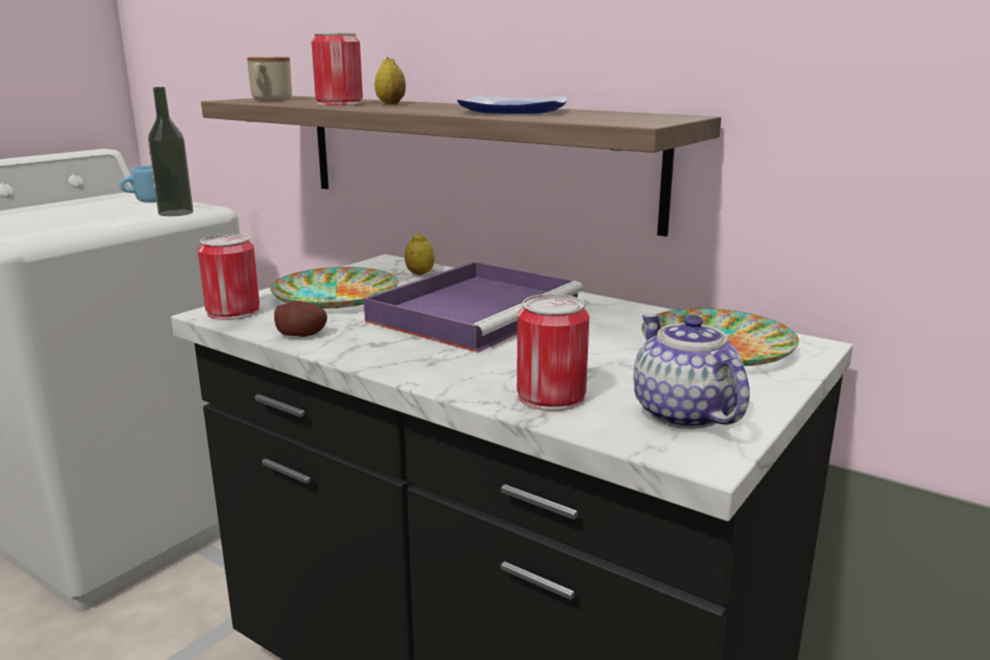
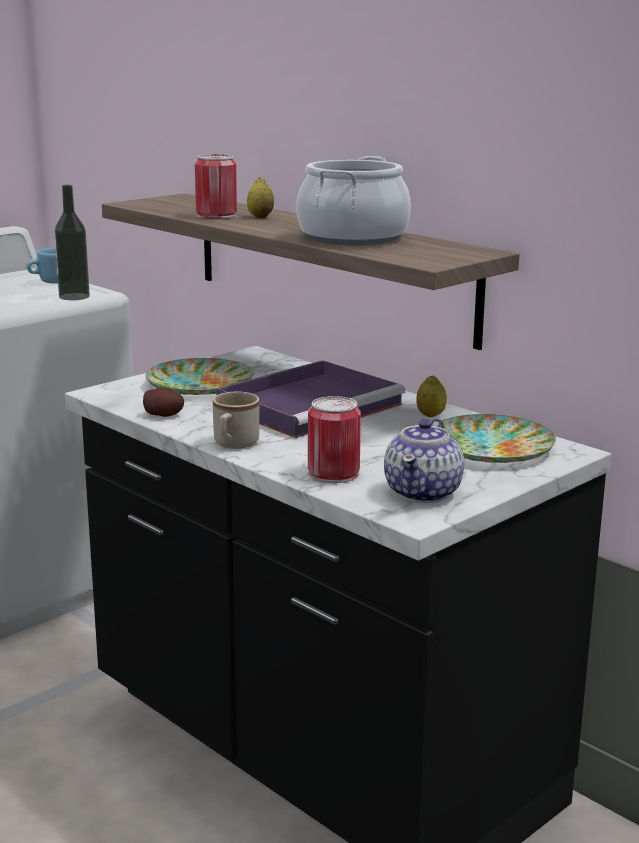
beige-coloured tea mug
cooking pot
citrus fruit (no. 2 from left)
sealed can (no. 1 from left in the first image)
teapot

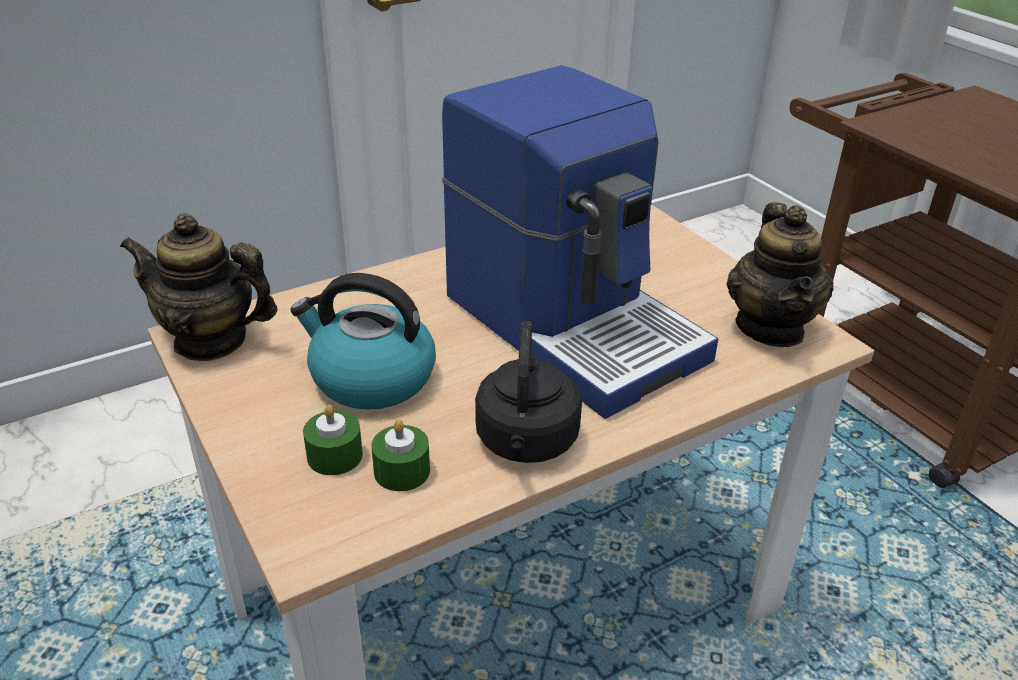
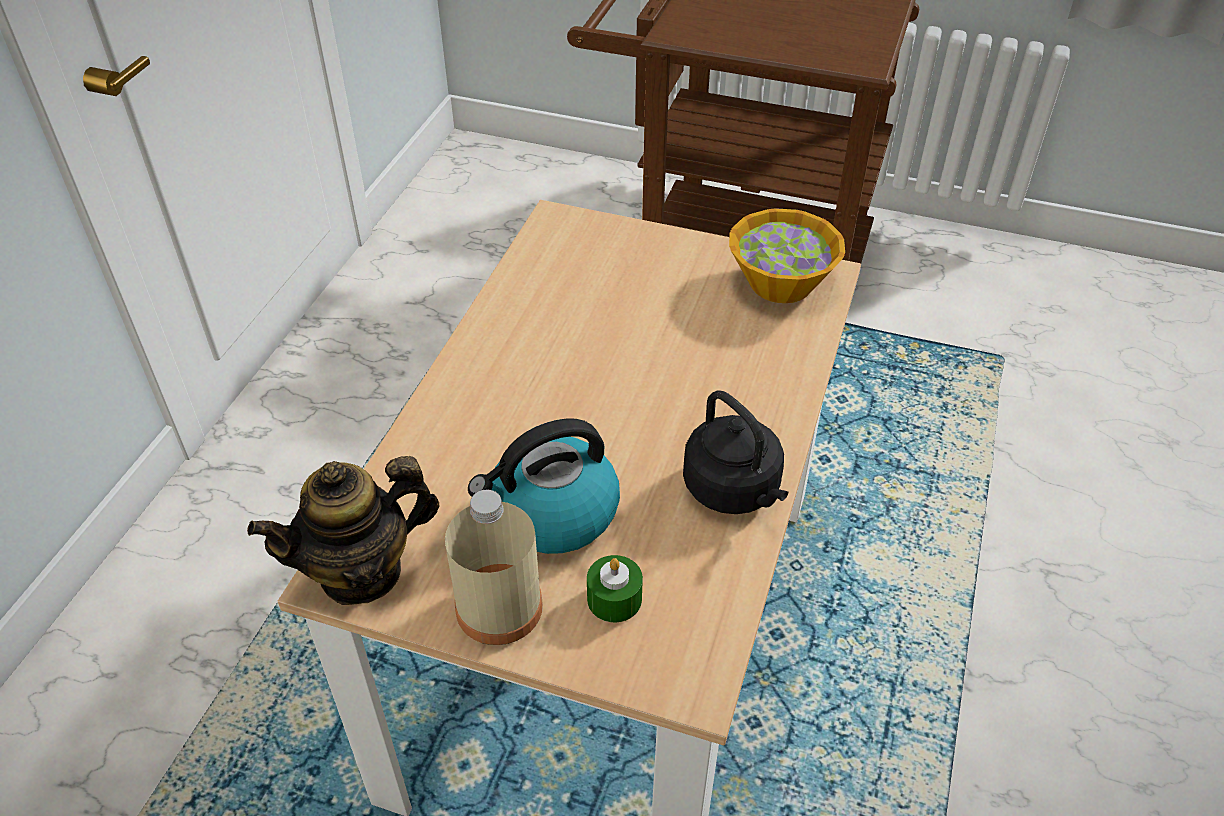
coffee brewer
serving bowl
green wax candle (no. 2 from left in the first image)
beige-coloured beverage bottle

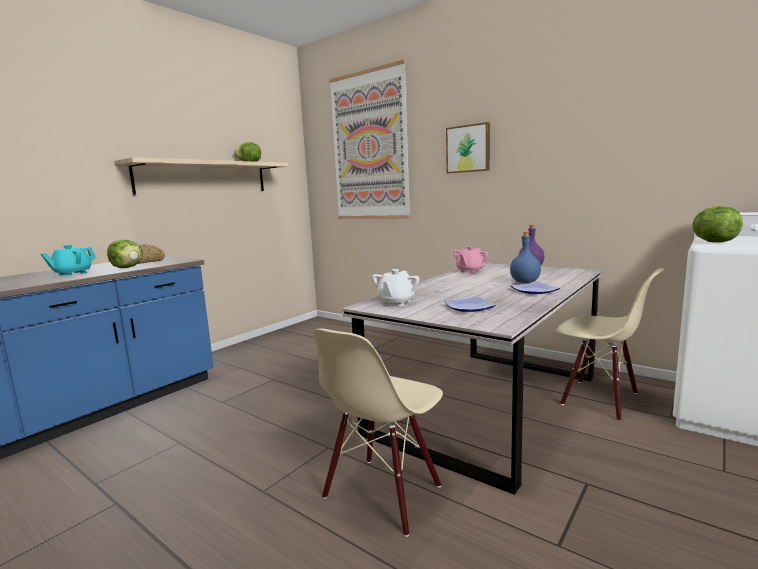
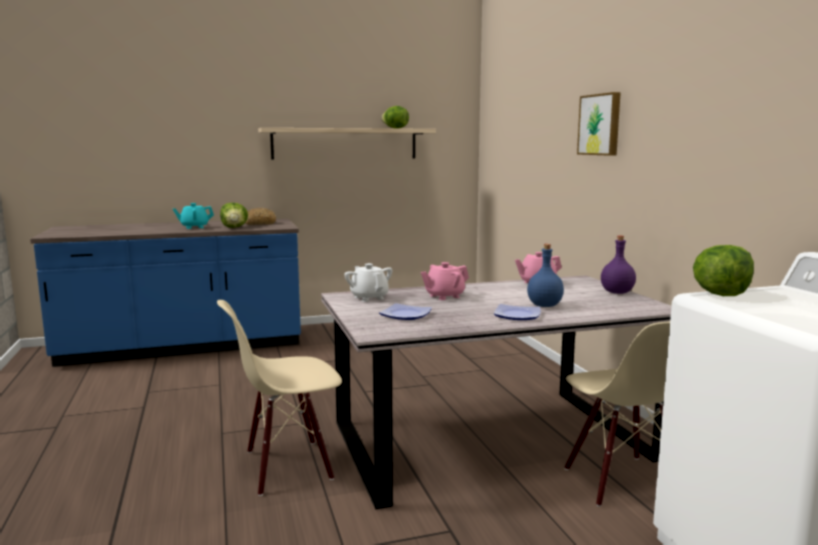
picture (no. 1 from left in the first image)
white-coloured teapot
pink-coloured teapot (no. 1 from left)

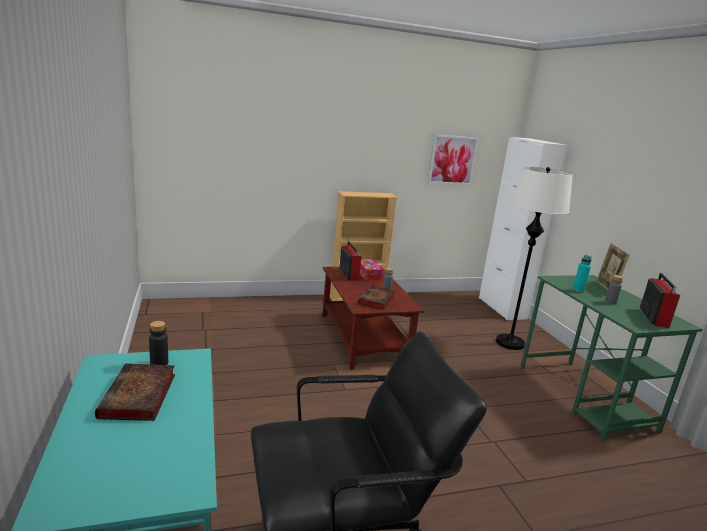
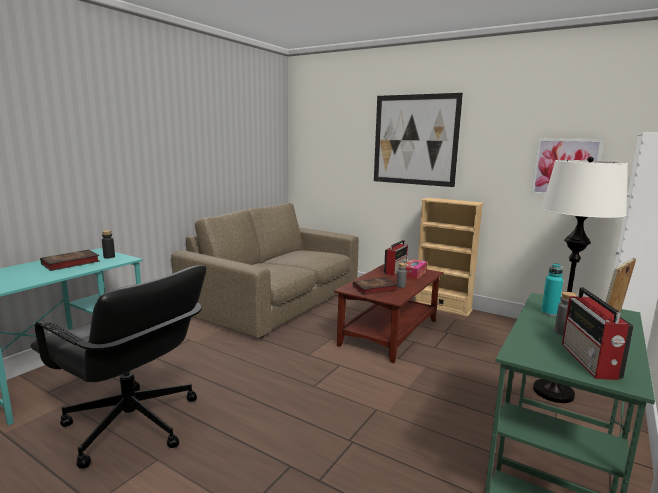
radio receiver (no. 2 from left)
picture (no. 1 from left)
brown-coloured sofa

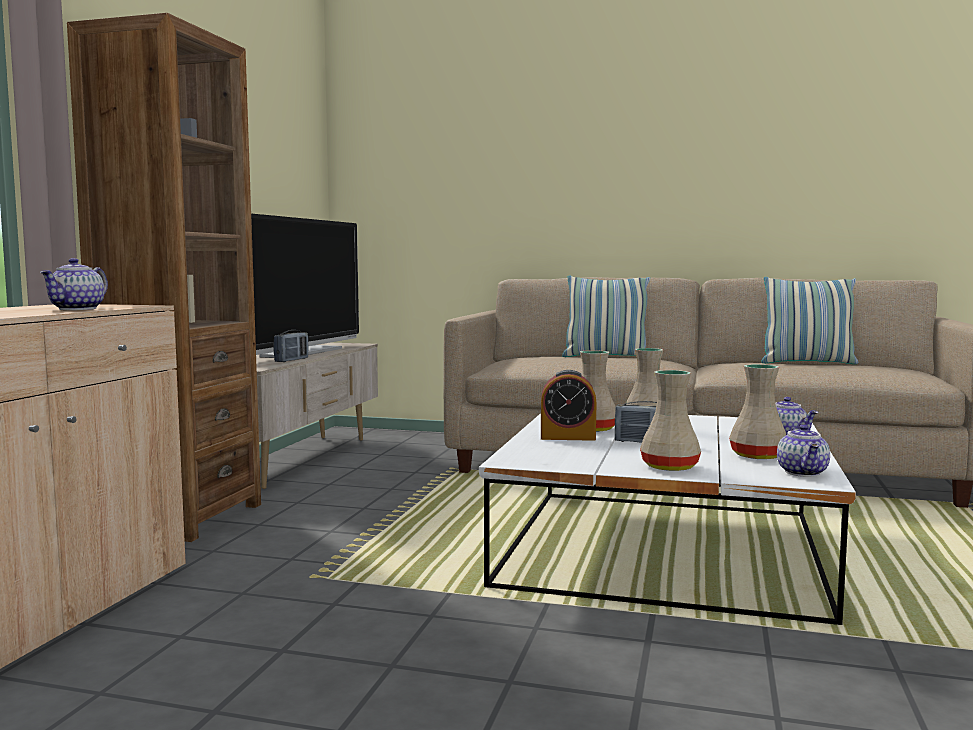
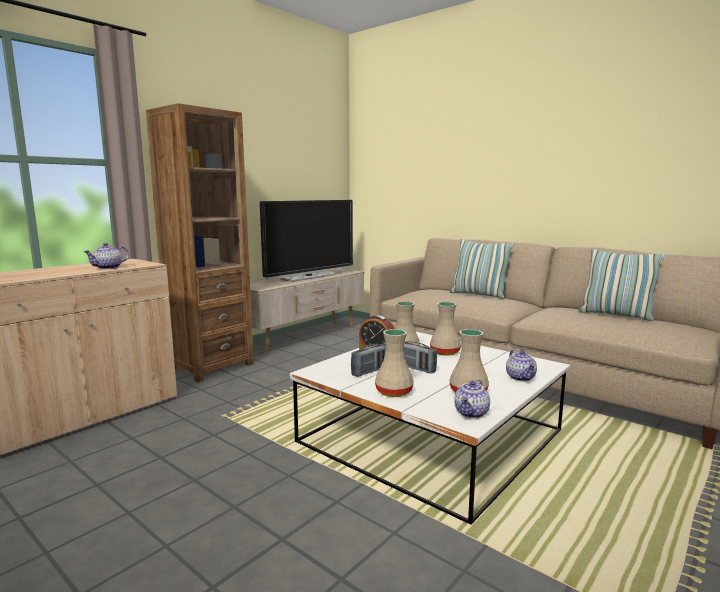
radio receiver (no. 1 from left)

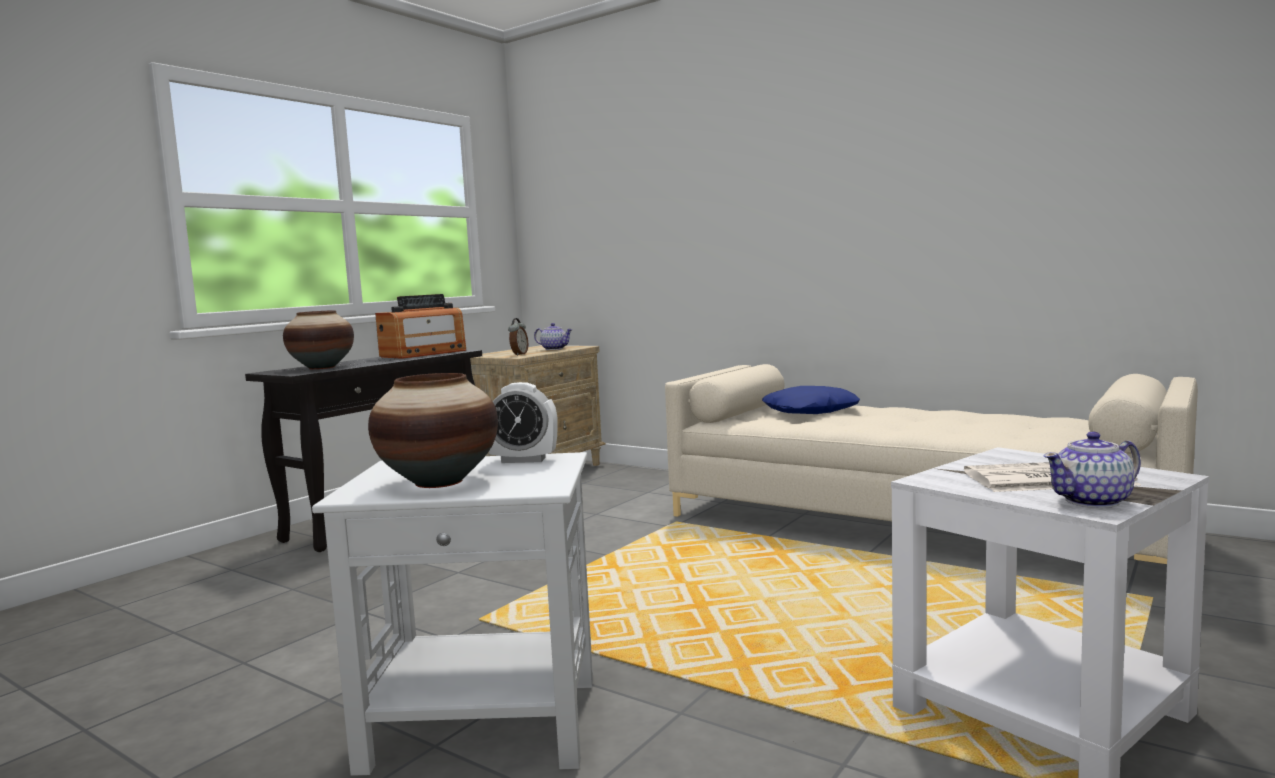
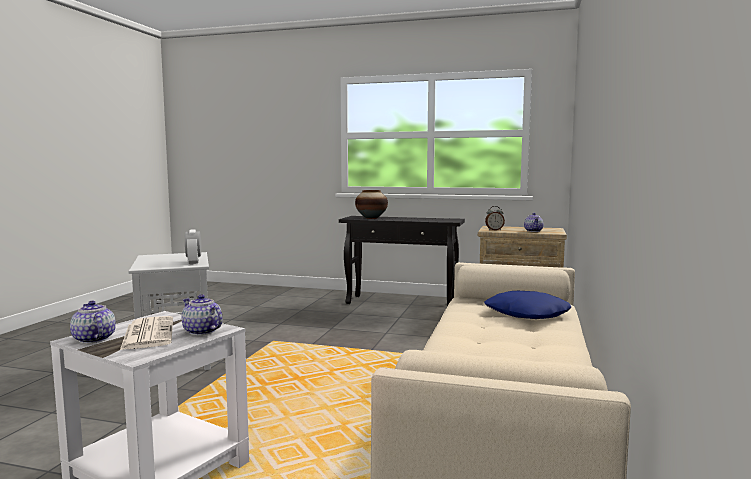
radio receiver
flower vase (no. 2 from left in the first image)
teapot (no. 2 from left)

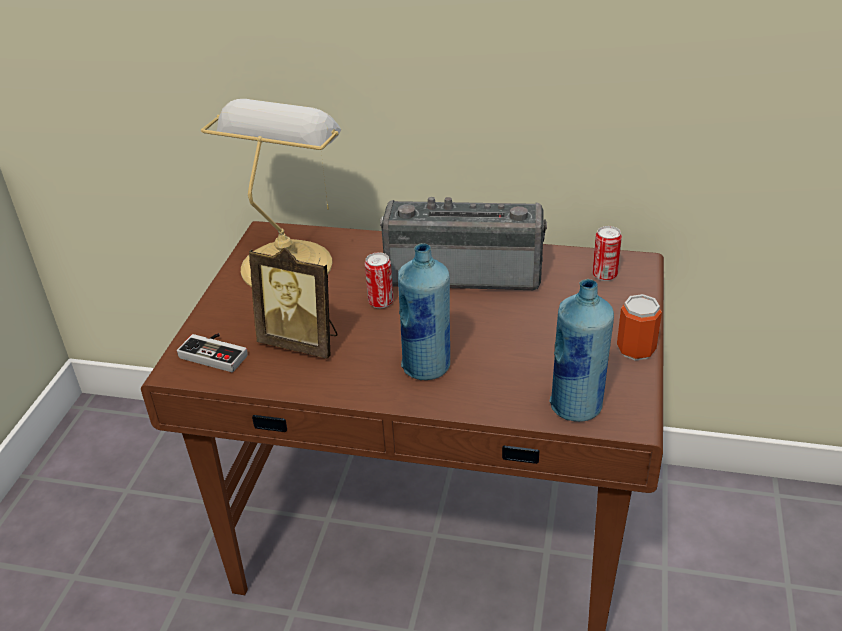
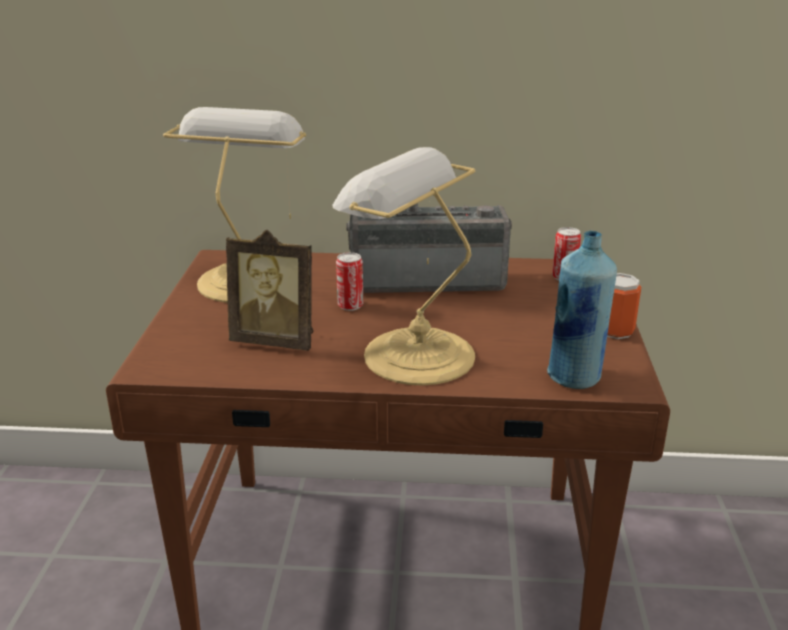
lamp for a table (no. 2 from left)
joypad

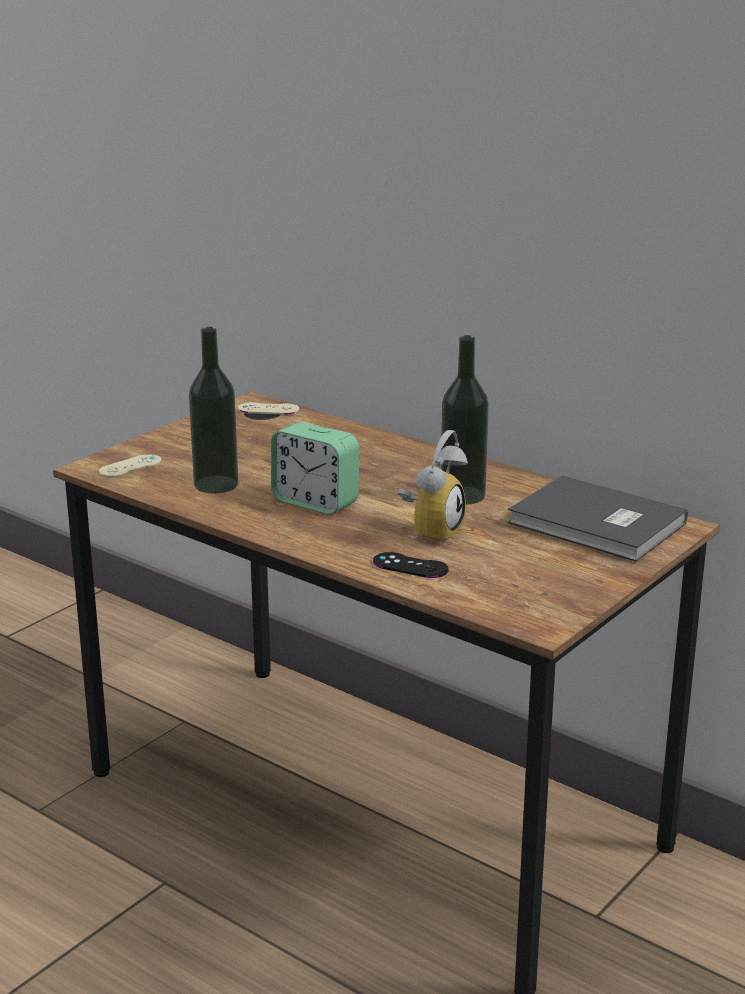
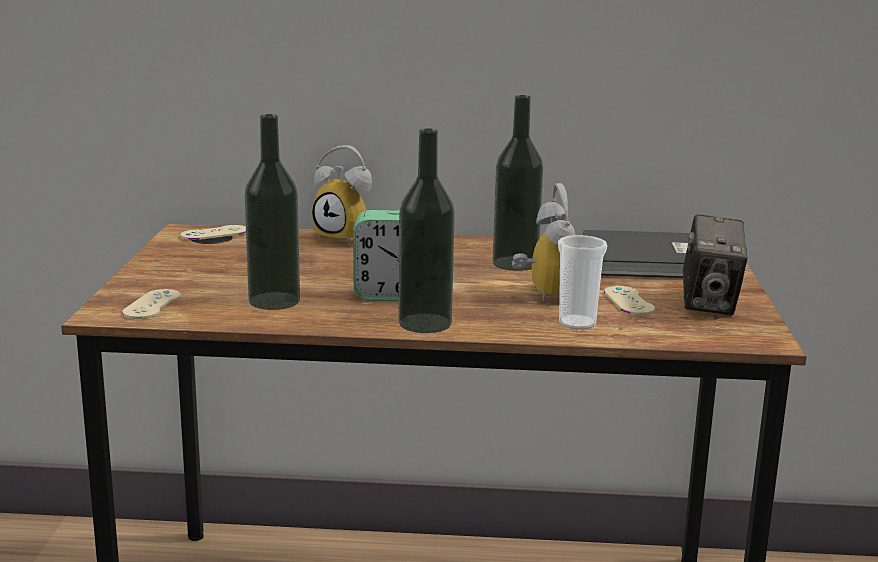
small cup
beverage bottle (no. 2 from left)
bedside clock (no. 1 from left)
still camera
beige-coloured joypad (no. 3 from left)

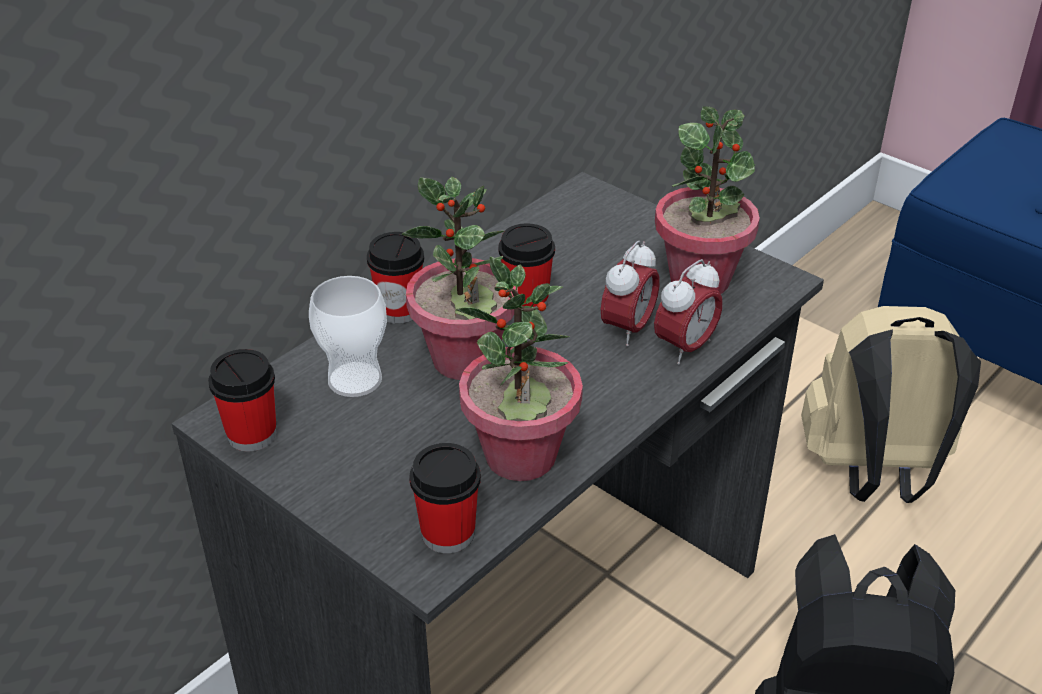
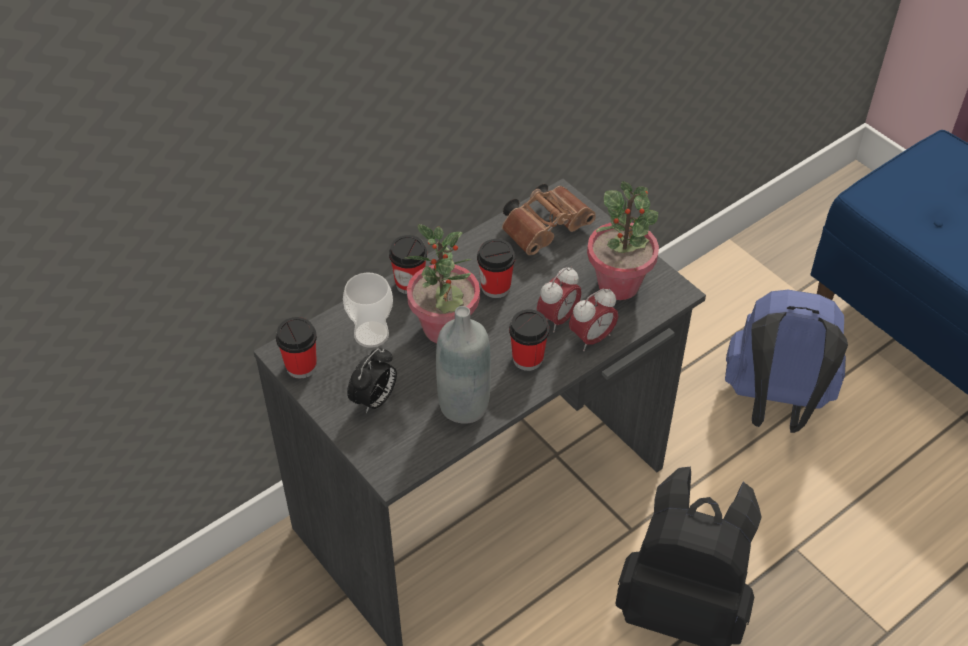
gray beverage bottle
blue-coloured rucksack
small cup (no. 5 from left)
brown-coloured binoculars
bedside clock (no. 1 from left)

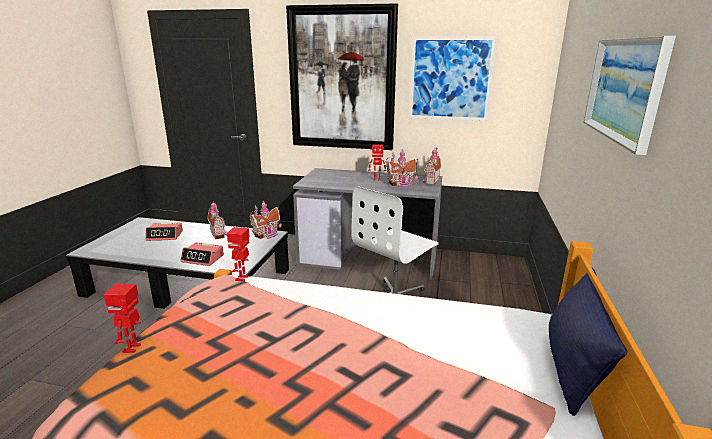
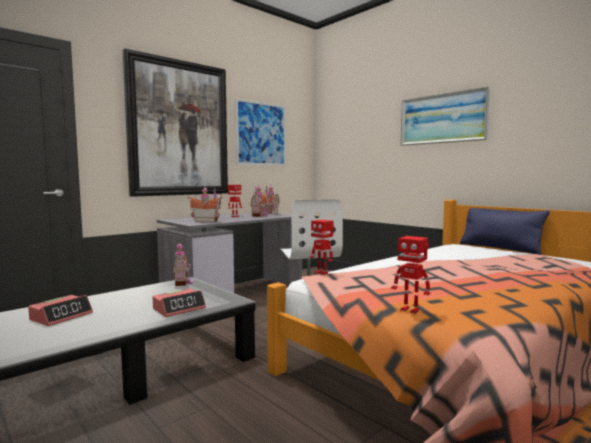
toy house (no. 2 from left)

